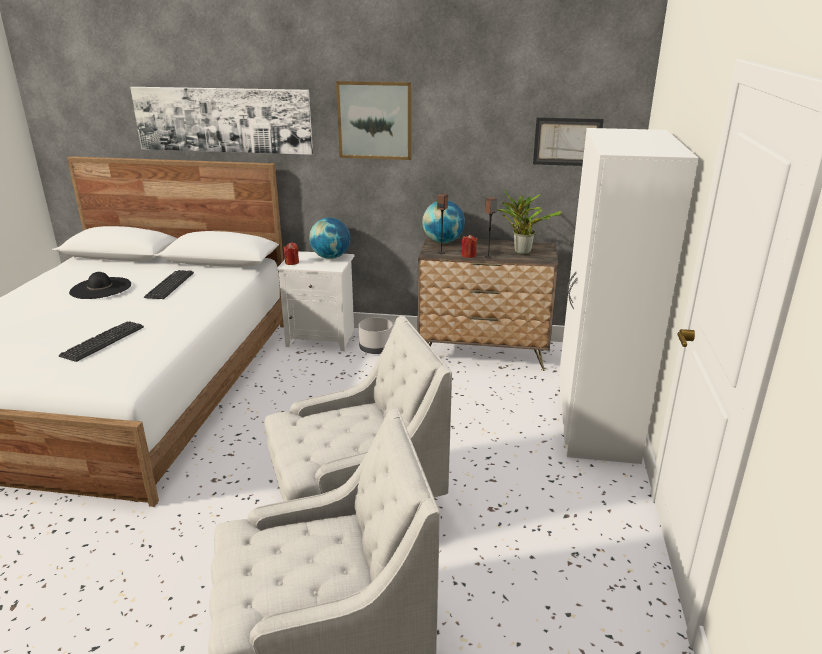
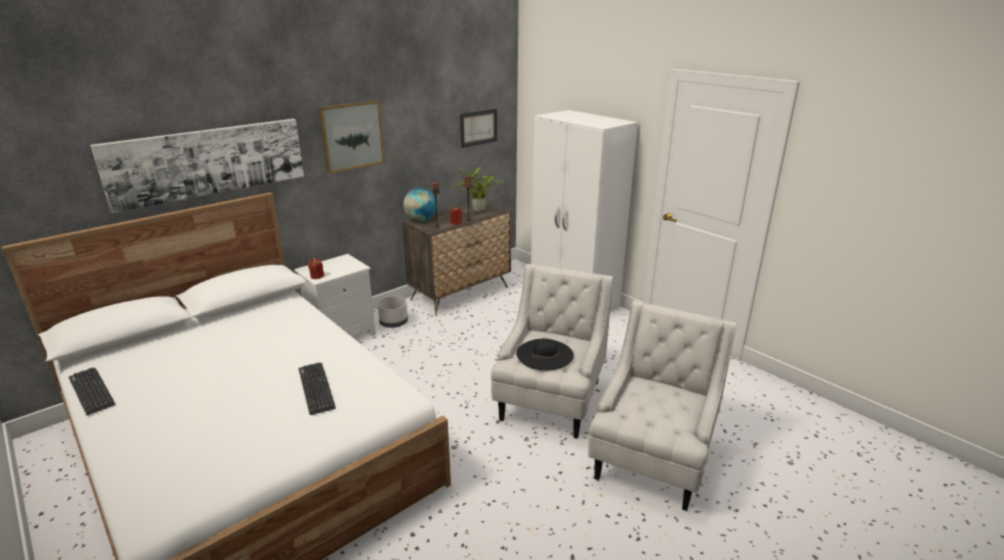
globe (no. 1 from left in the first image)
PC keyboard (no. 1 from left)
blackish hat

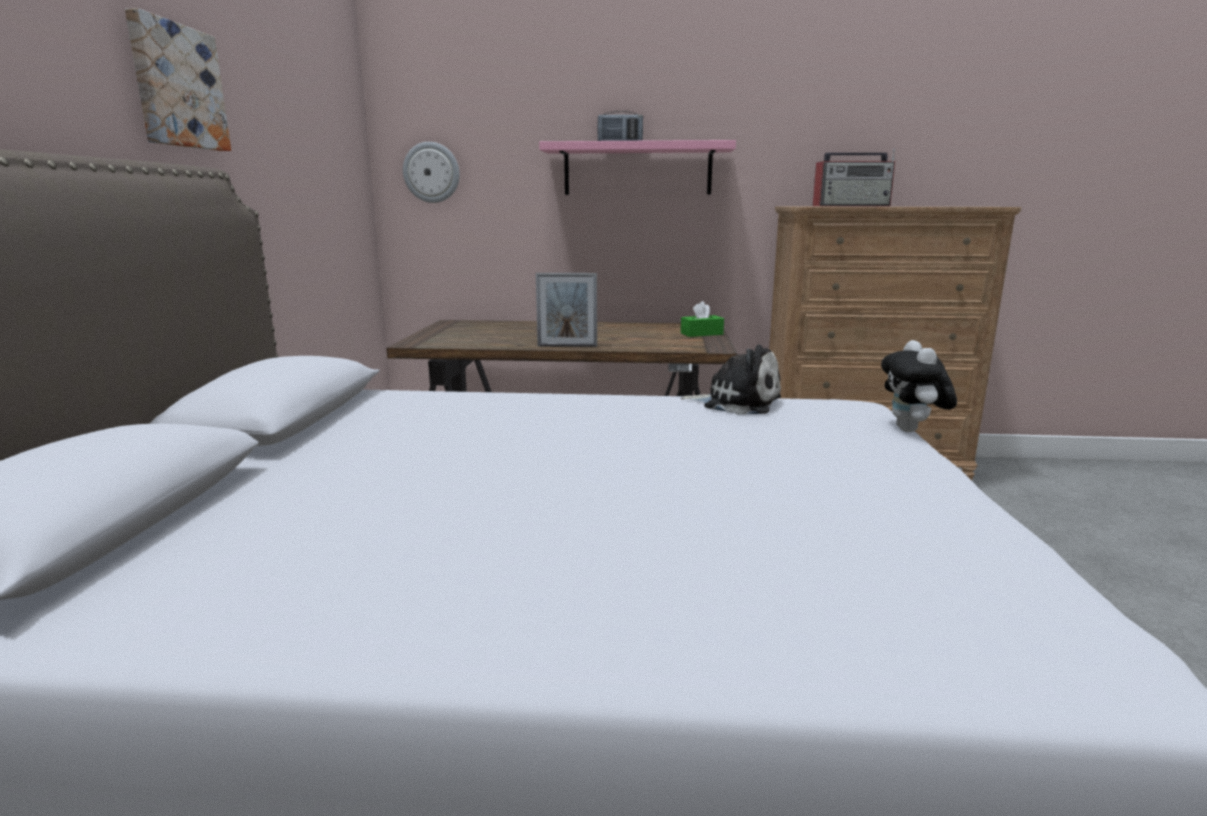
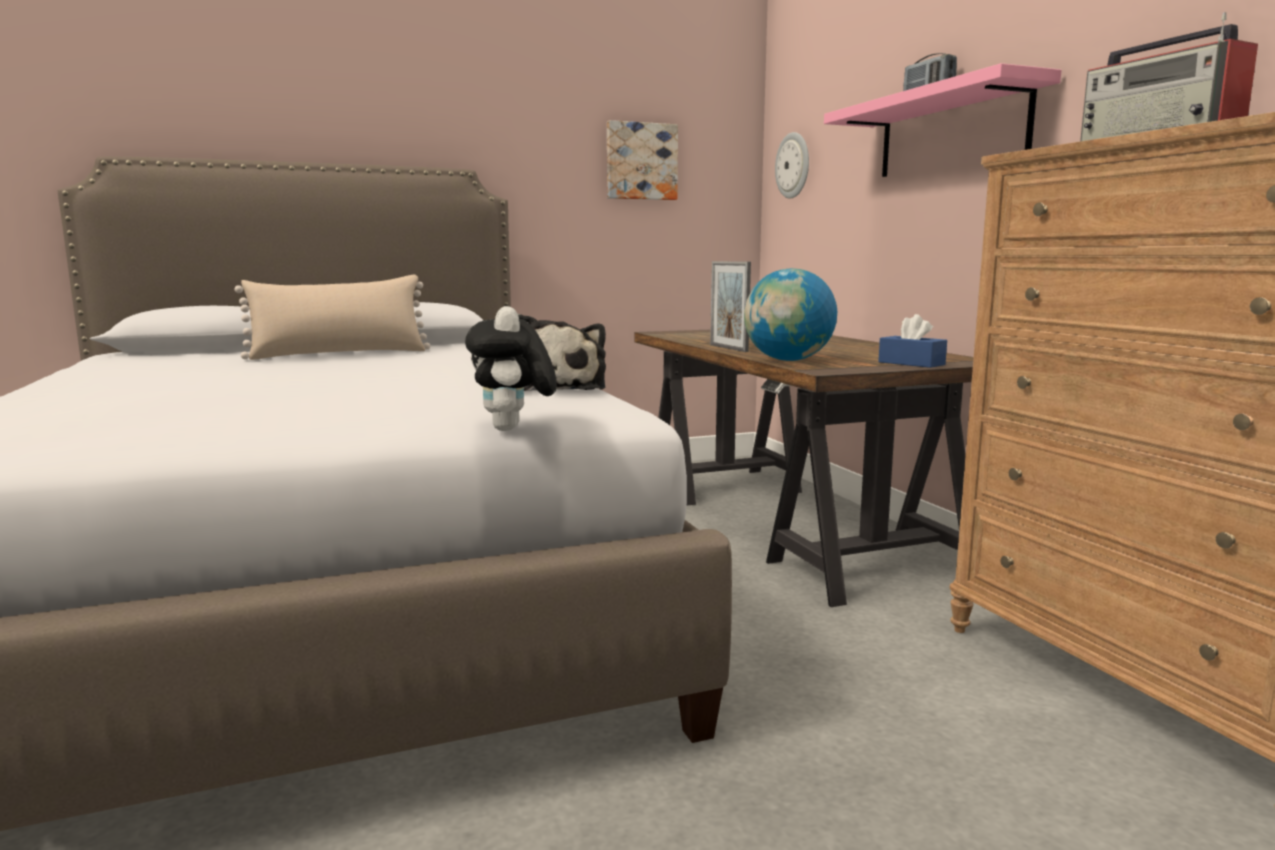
picture
blue-coloured tissue box
soft toy (no. 1 from left)
globe
beige-coloured pillow

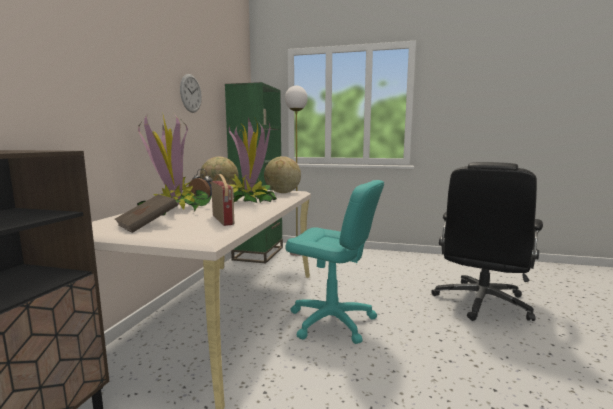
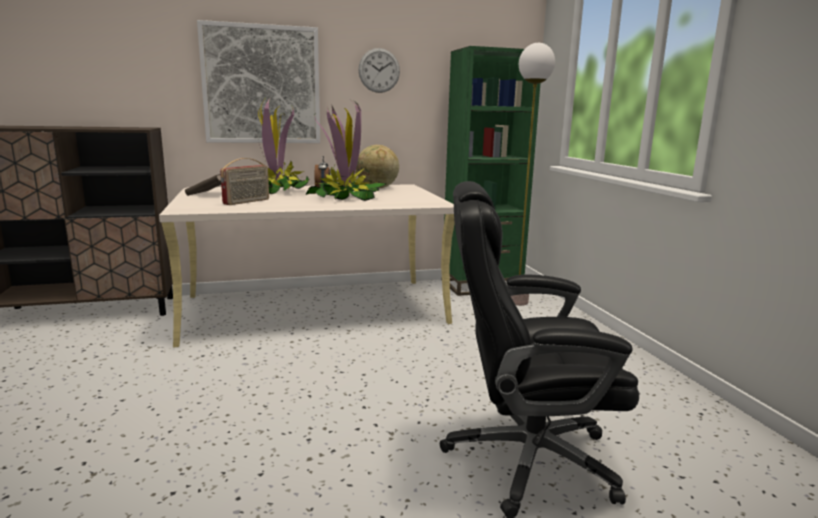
globe (no. 2 from left in the first image)
blue-green desk chair
picture

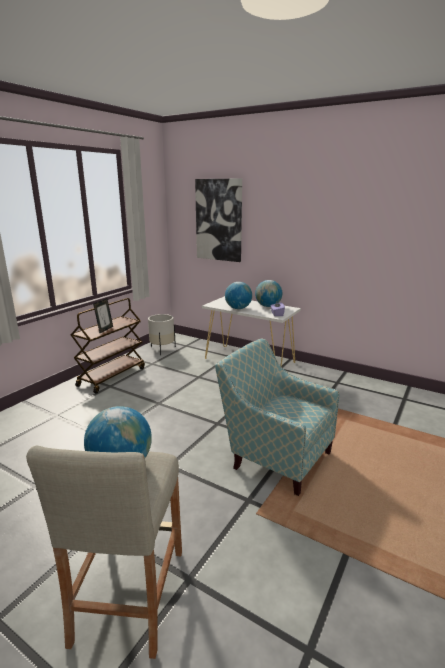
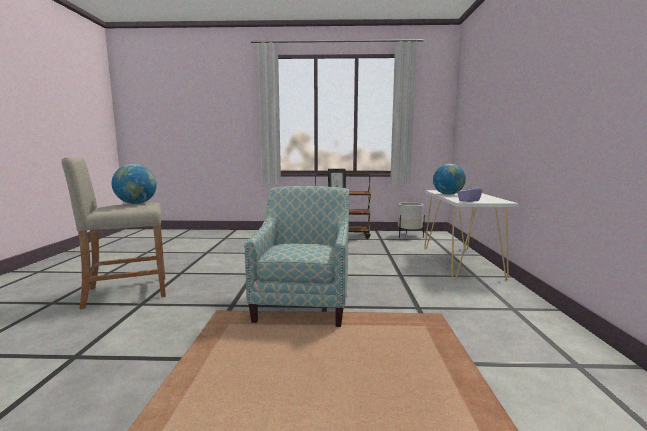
picture
globe (no. 3 from left in the first image)

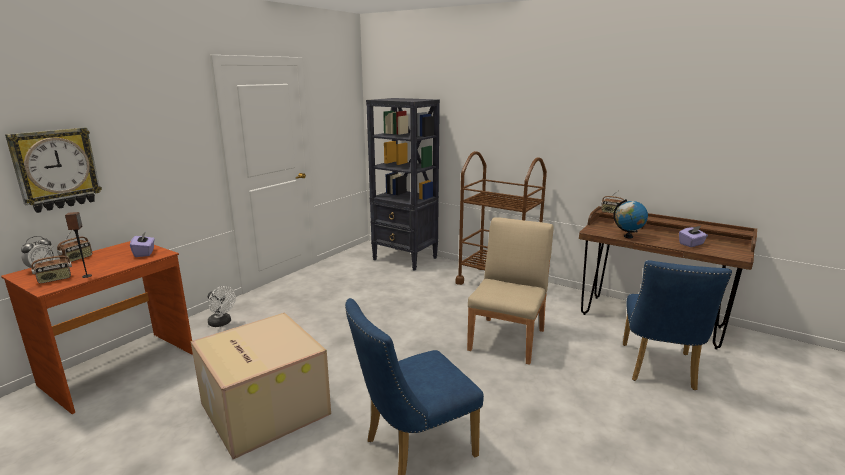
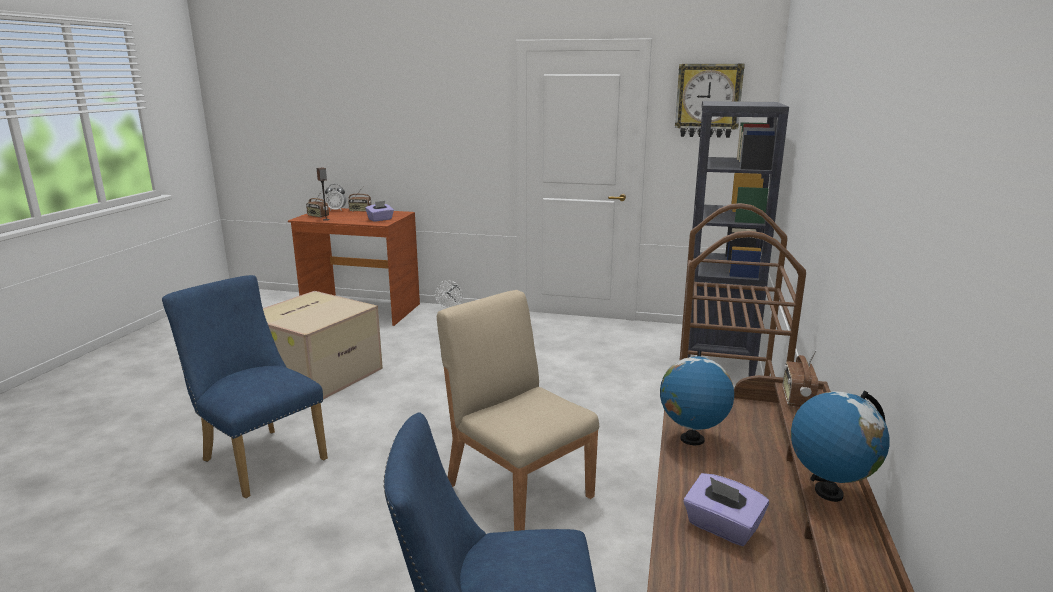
wall clock
beige-coloured plain chair
globe (no. 2 from left)

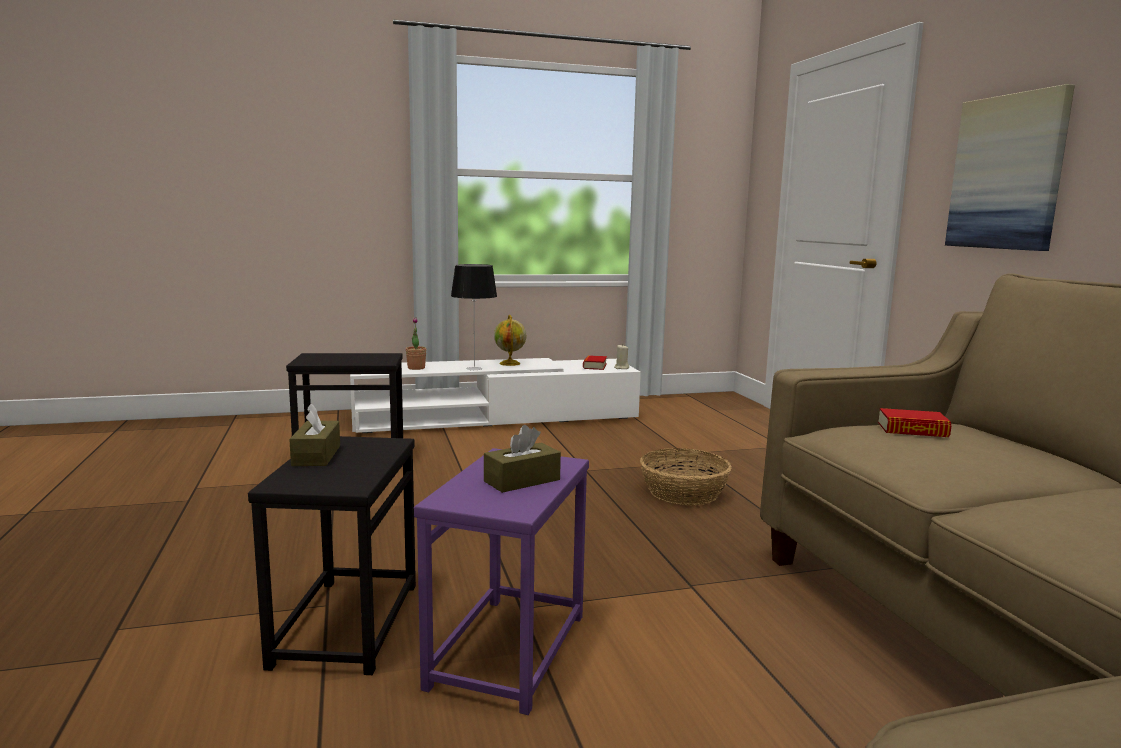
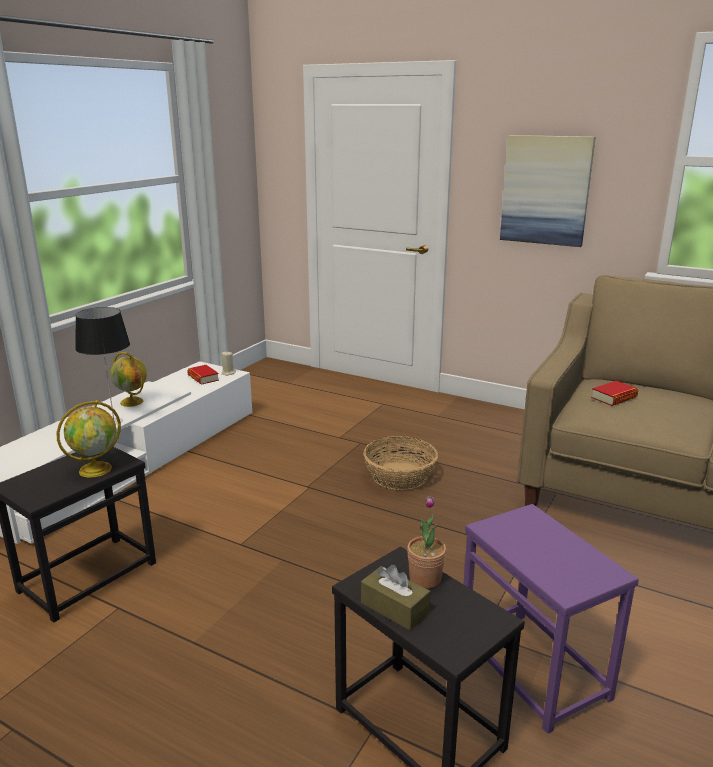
houseplant
brown-coloured tissue box (no. 2 from left in the first image)
globe (no. 1 from left)

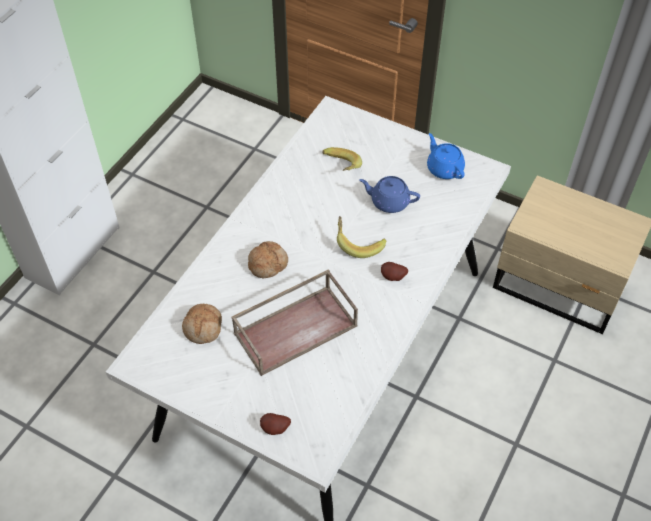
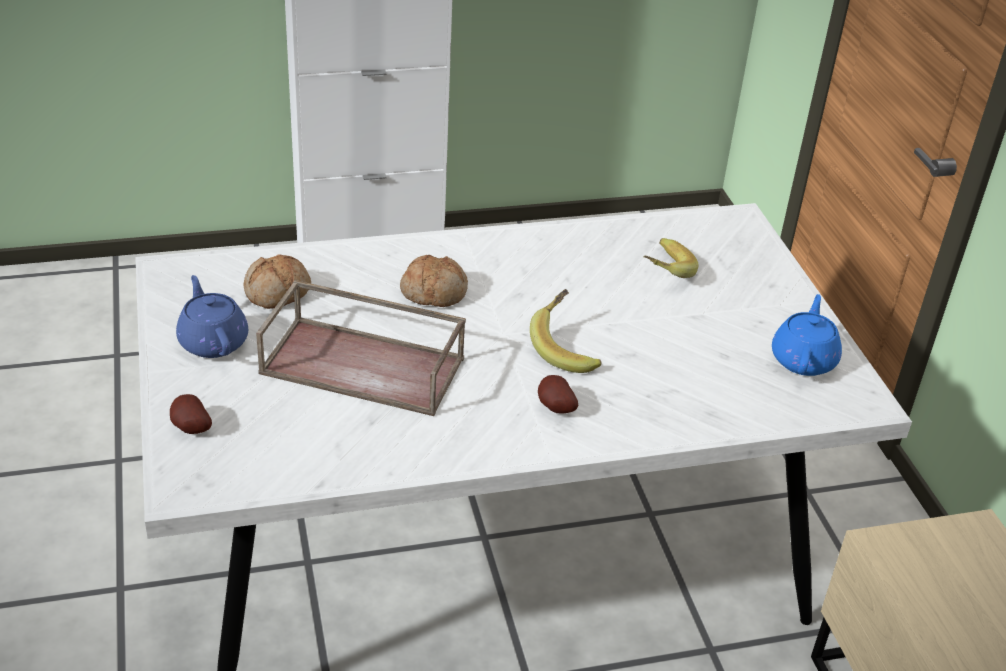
blue-coloured teapot (no. 1 from left)

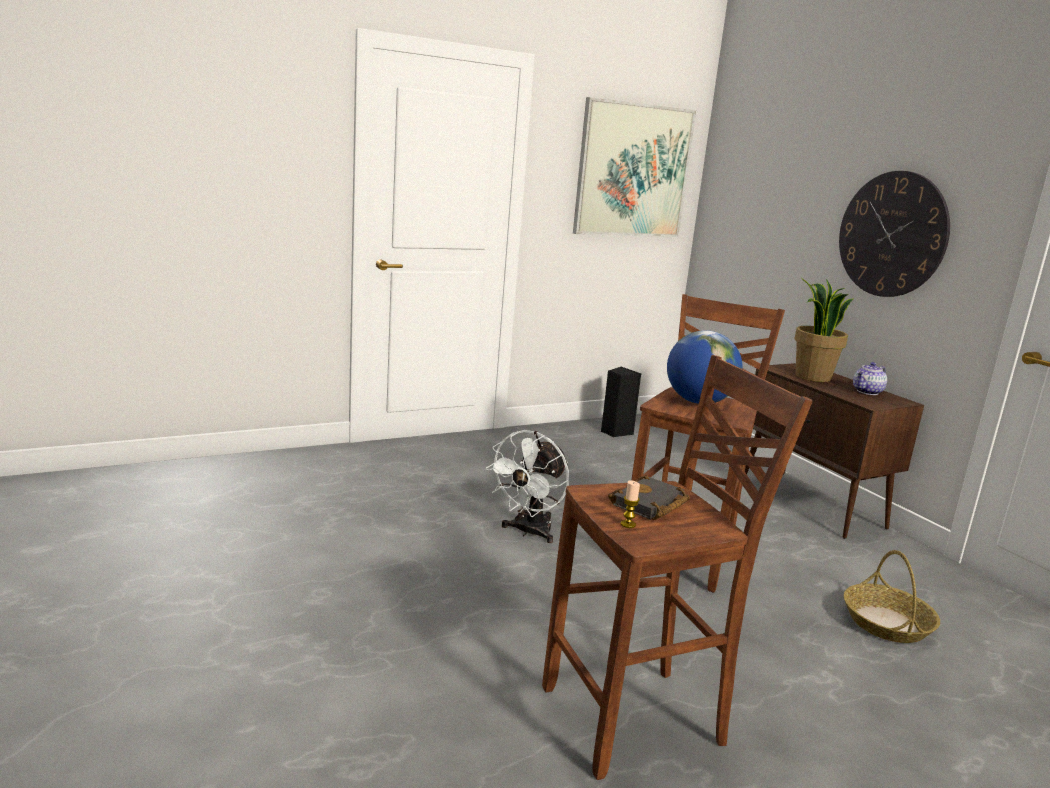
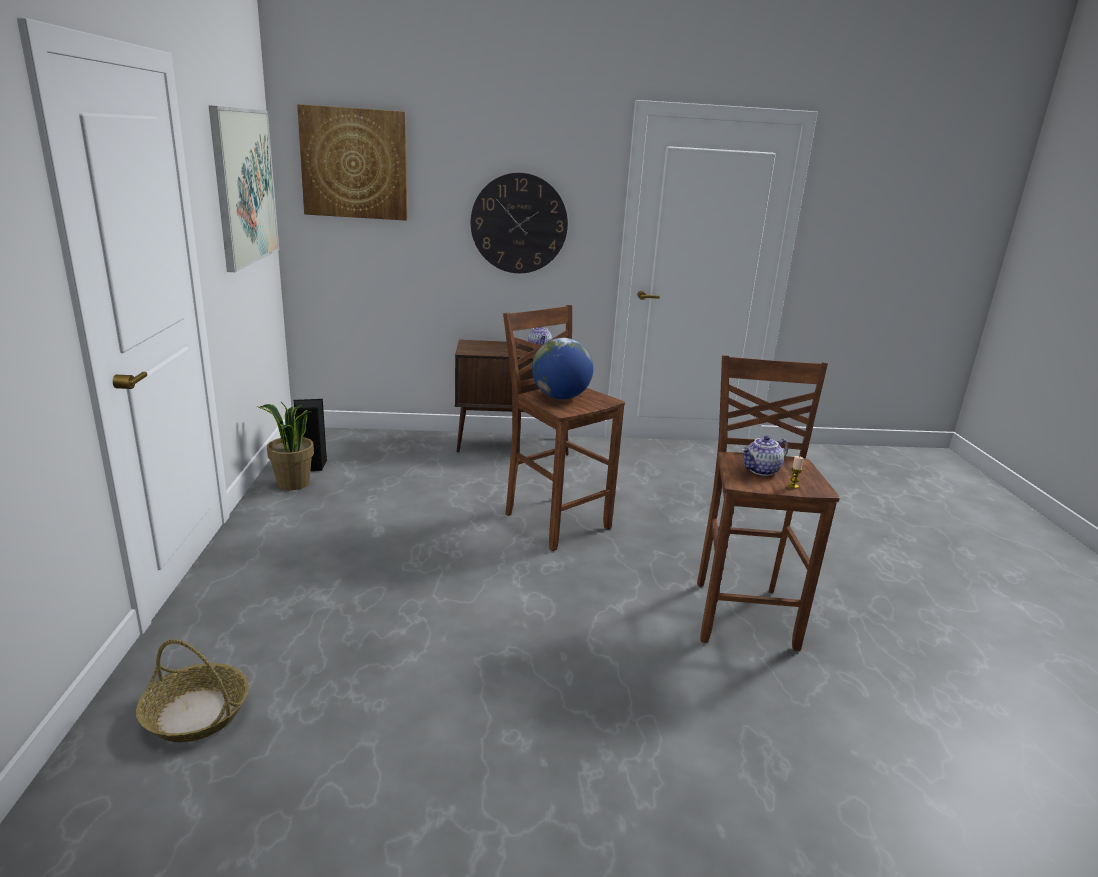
houseplant
white-coloured fan
teapot (no. 2 from left)
basket
picture (no. 2 from left)

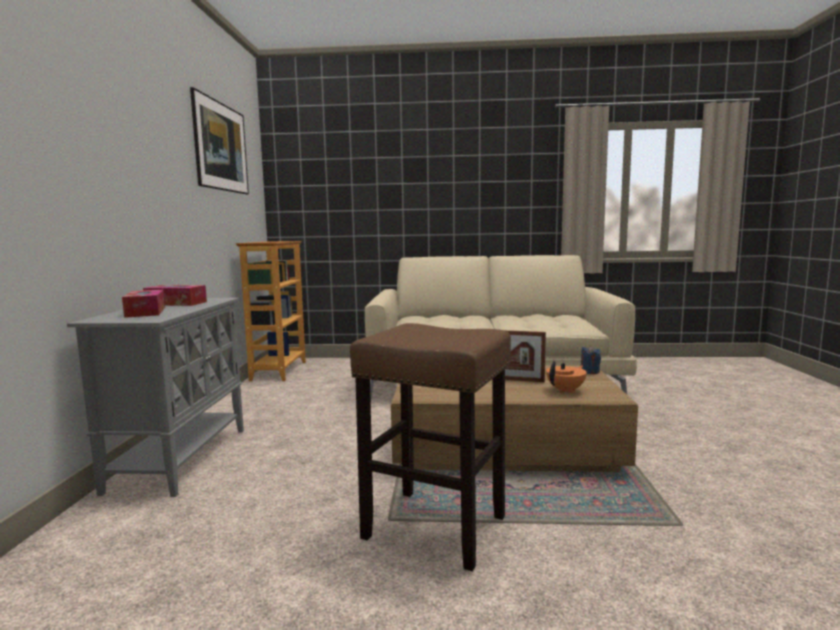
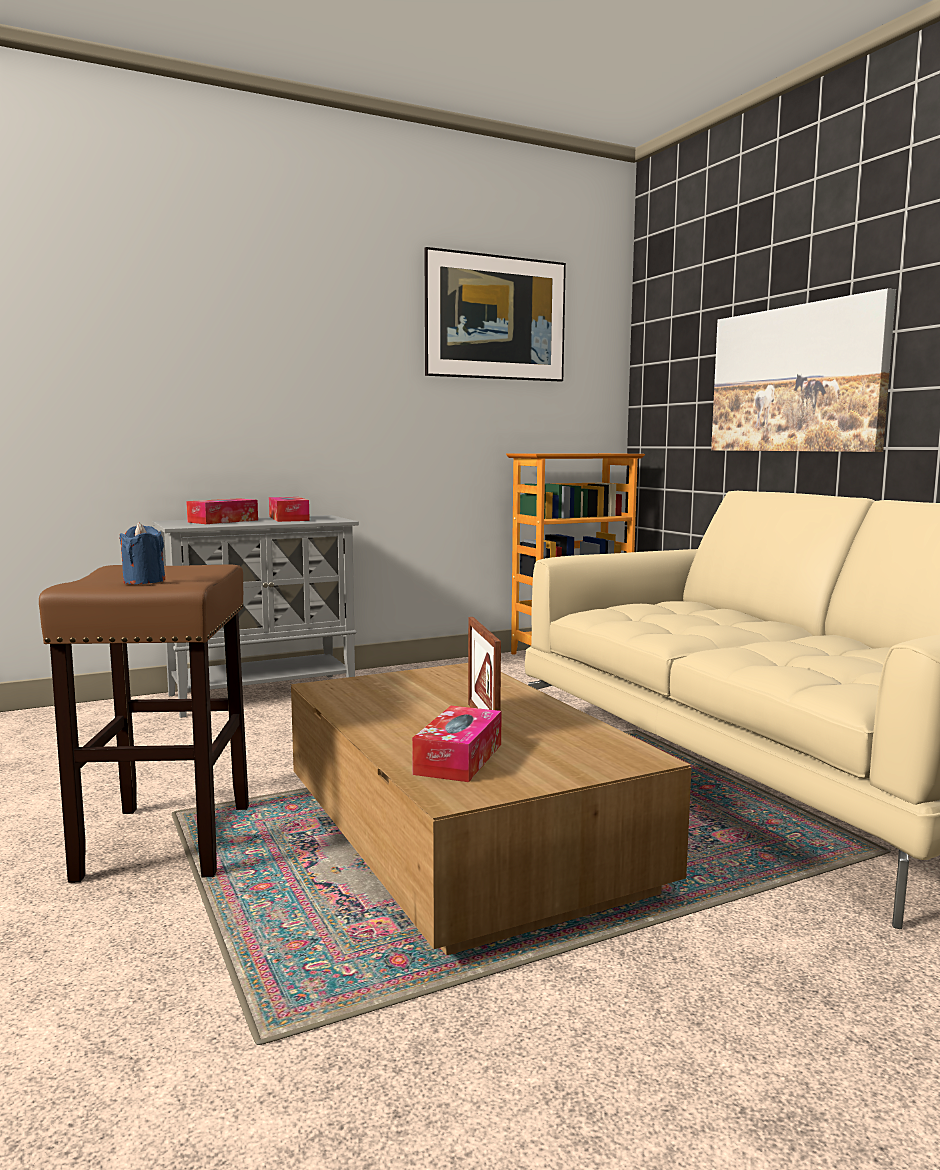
blue-coloured wax candle
tissue box (no. 3 from left)
picture (no. 2 from left)

